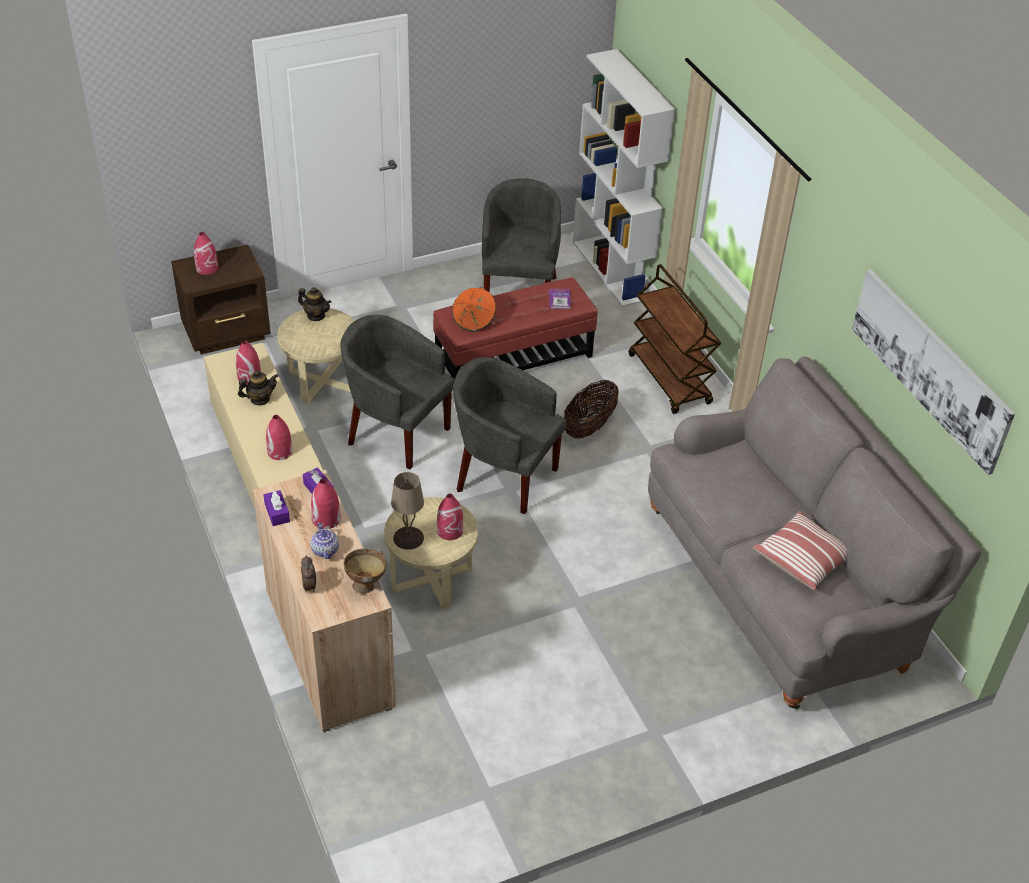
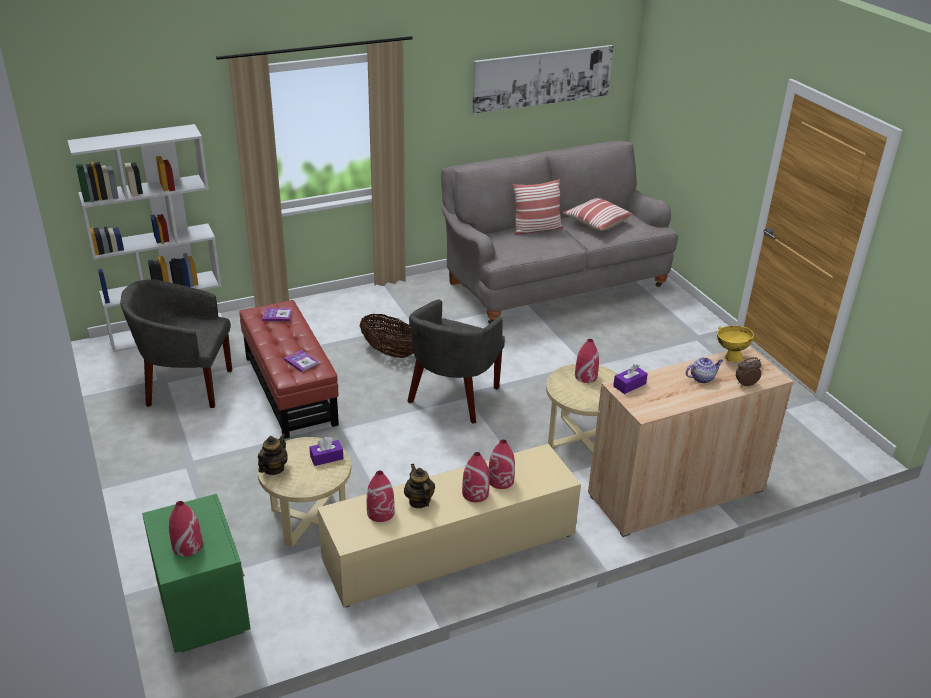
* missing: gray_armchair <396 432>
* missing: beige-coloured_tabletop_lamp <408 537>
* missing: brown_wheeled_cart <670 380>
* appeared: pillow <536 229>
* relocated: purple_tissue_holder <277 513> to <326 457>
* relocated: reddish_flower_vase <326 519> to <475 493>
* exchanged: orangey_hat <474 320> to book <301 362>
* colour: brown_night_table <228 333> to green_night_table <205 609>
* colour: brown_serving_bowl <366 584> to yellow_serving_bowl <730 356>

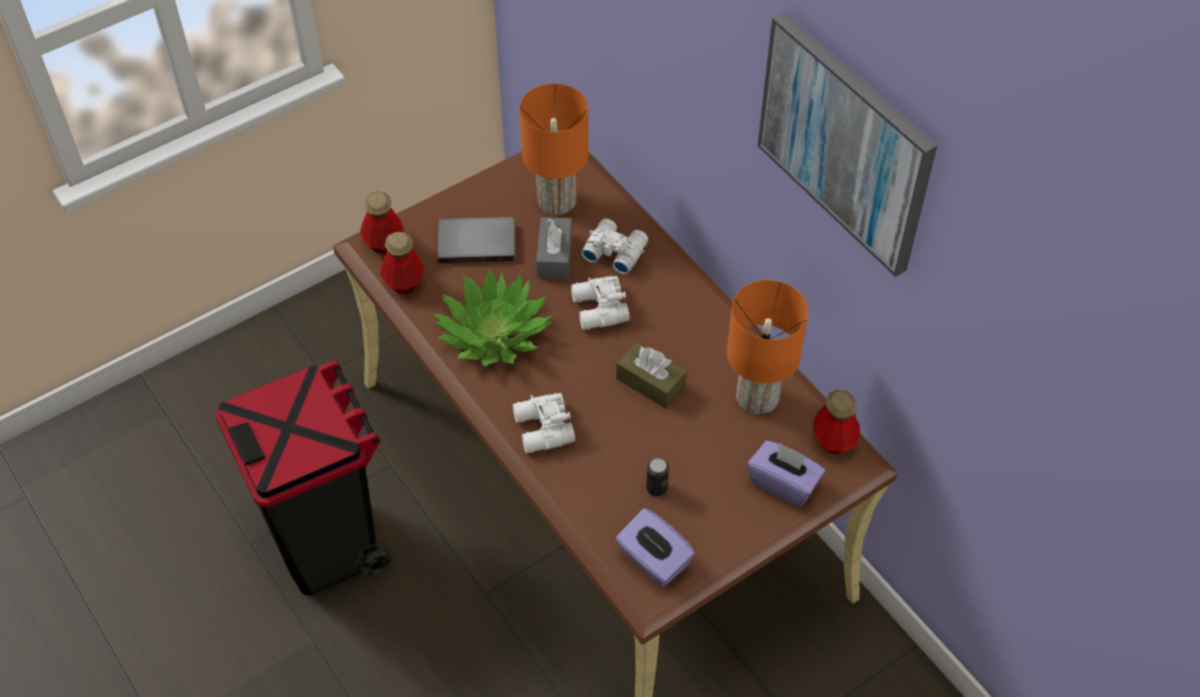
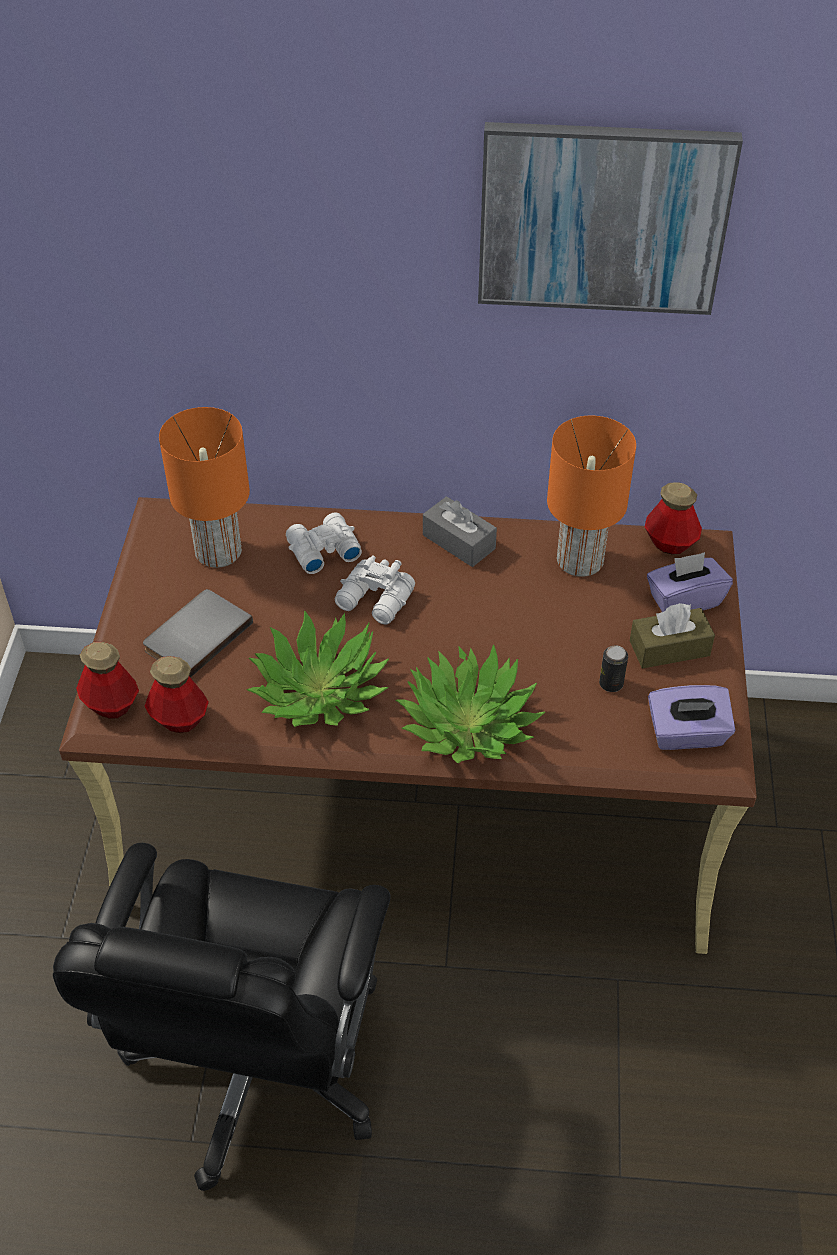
* relocated: gray_tissue_holder <554 256> to <459 542>
* relocated: brown_tissue_holder <650 383> to <669 648>
* exchanged: blackish_trash_can <325 540> to blackish_computer_chair <256 1066>
* exchanged: white-coloured_pair_of_binoculars <542 430> to houseplant <468 723>

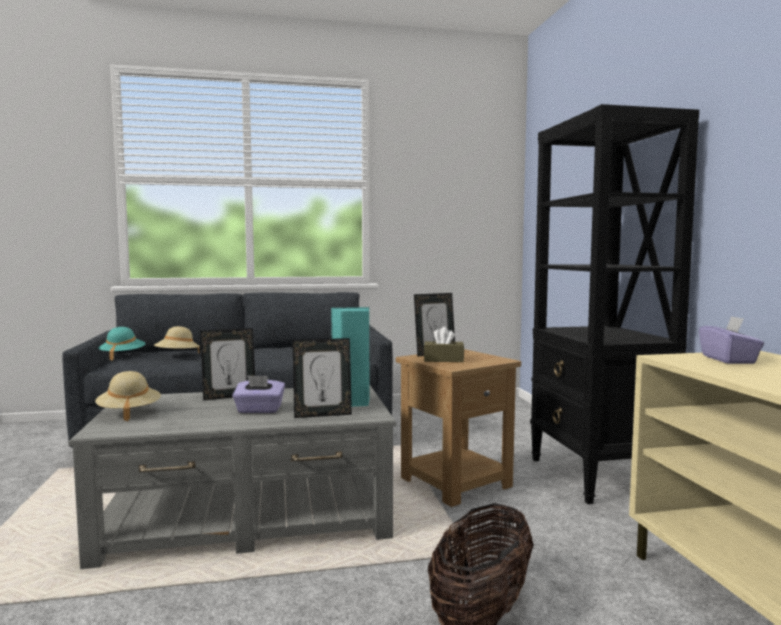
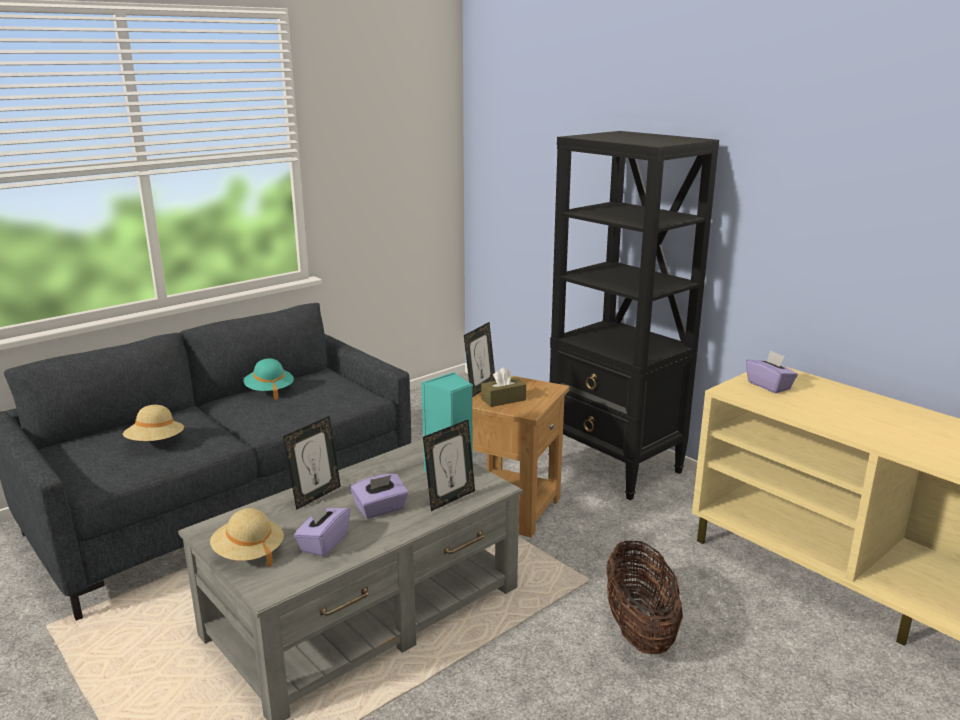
* appeared: purple_tissue_holder <323 543>
* relocated: turquoise-coloured_hat <122 356> to <269 391>

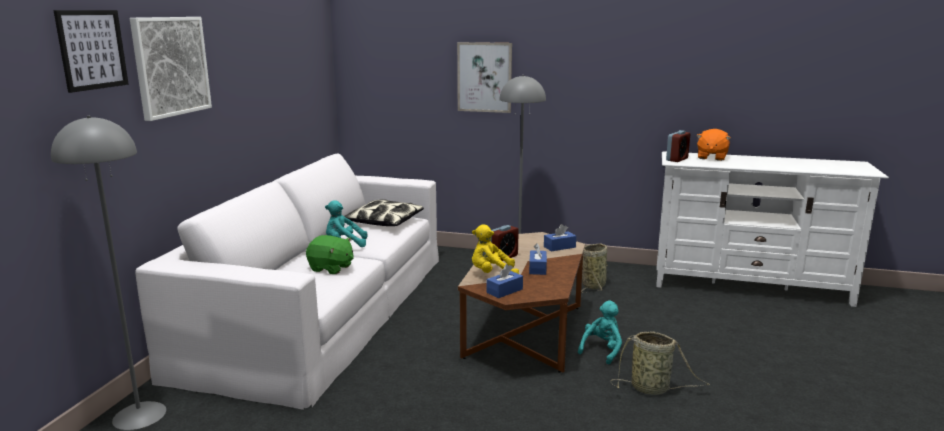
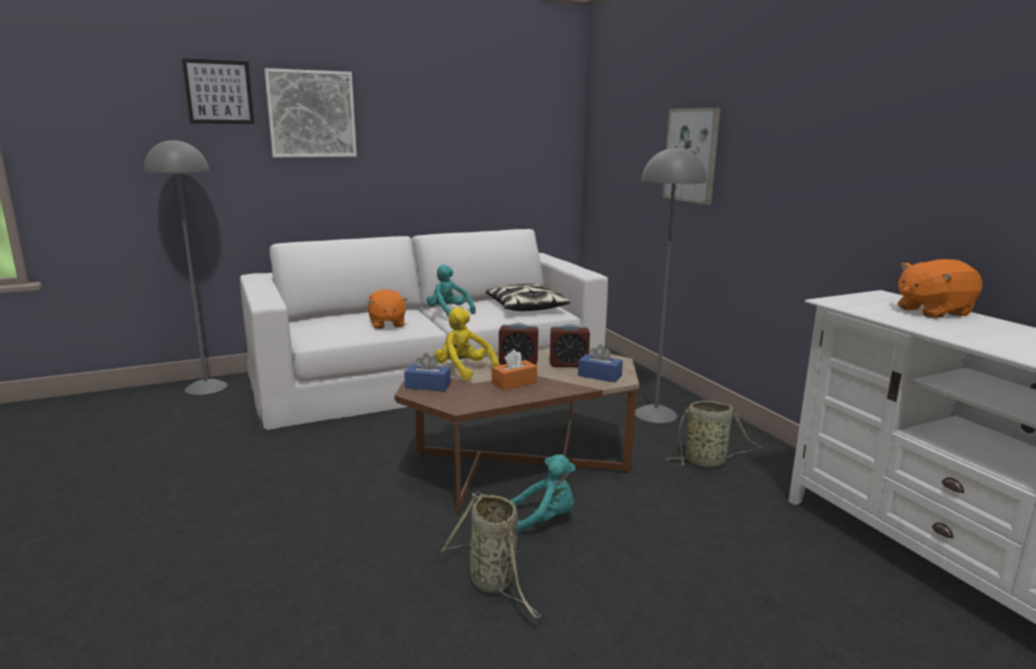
* relocated: alarm_clock <677 159> to <568 364>
* colour: green_cuddly_toy <331 268> to orangey_cuddly_toy <387 324>
* colour: blue_tissue_holder <537 268> to orangey_tissue_holder <514 383>

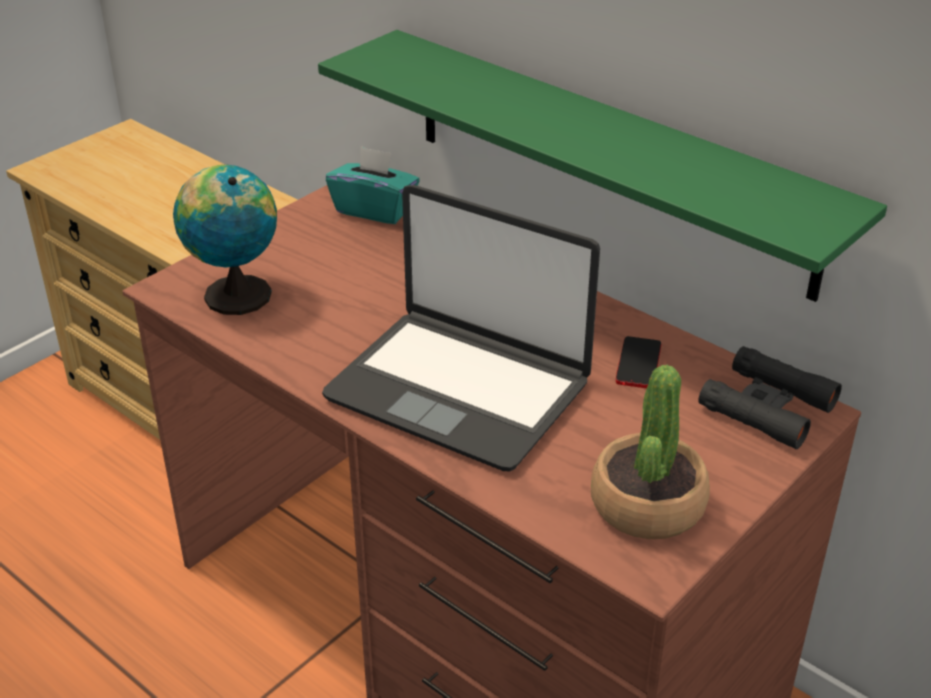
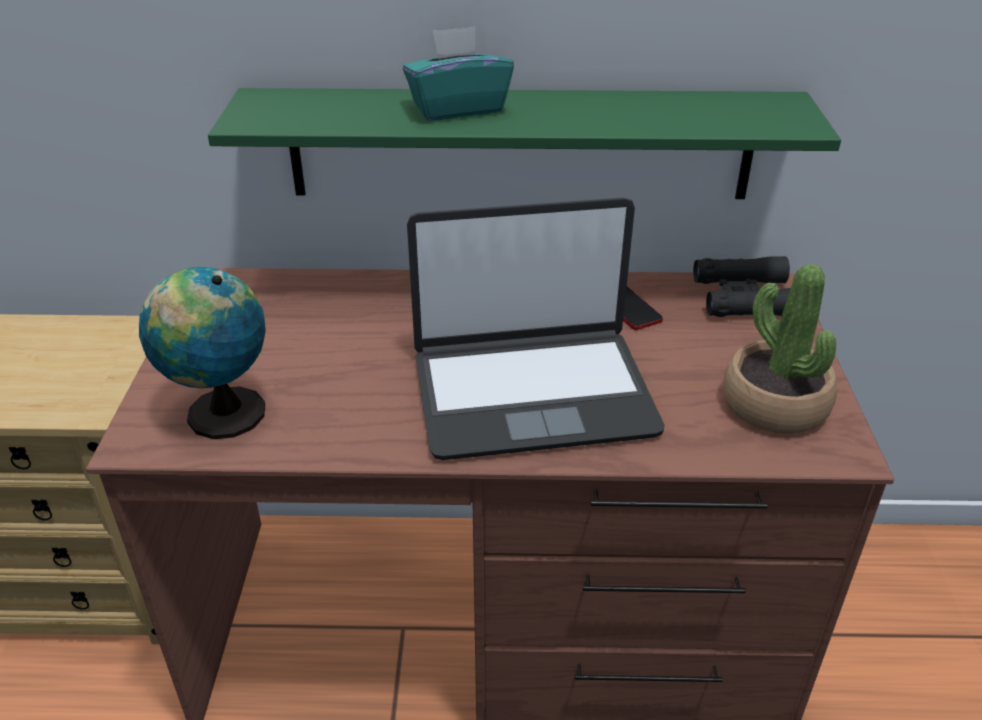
* relocated: turquoise-coloured_tissue_holder <374 209> to <458 108>

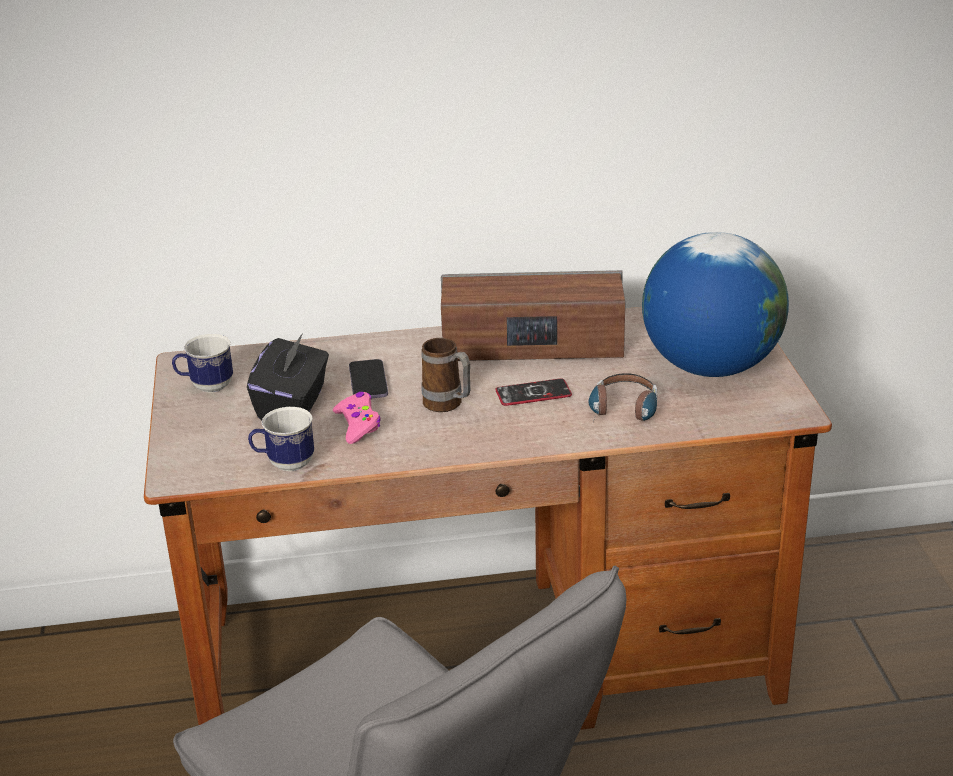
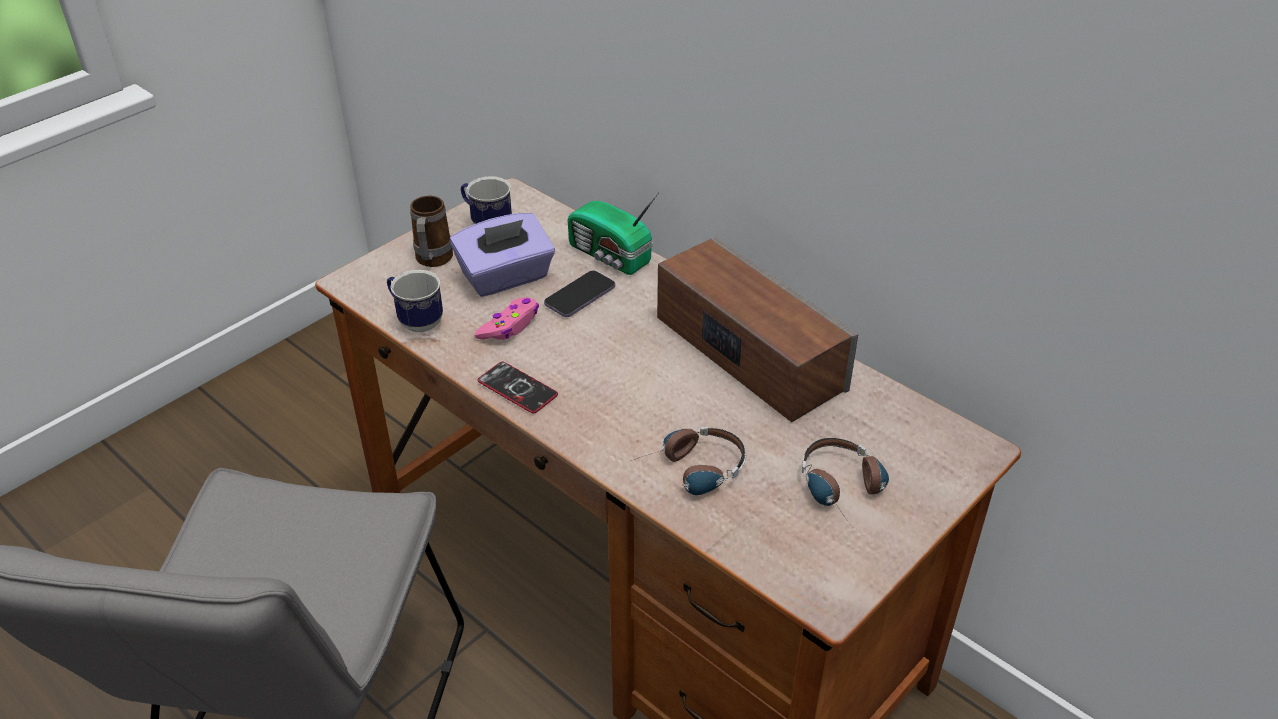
* appeared: radio_receiver <610 256>
* relocated: coffee_mug <448 406> to <432 262>
* relocated: handset <533 394> to <517 388>
* exchanged: world_globe <710 367> to headset <845 491>
* colour: blackish_tissue_holder <293 404> to purple_tissue_holder <506 277>

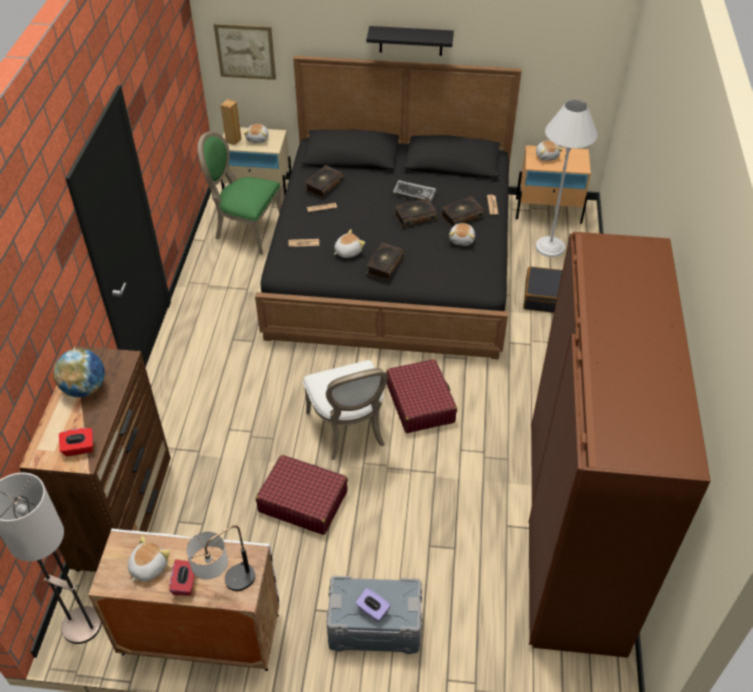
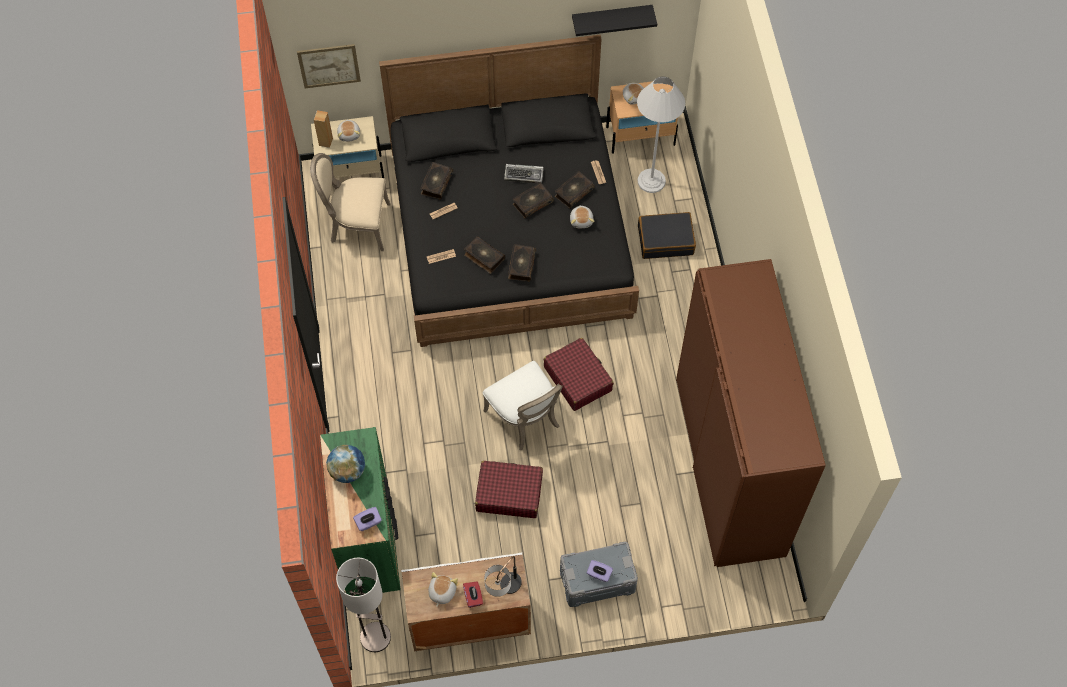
* relocated: blackish_wall_shelf <411 41> to <611 18>
* exchanged: cuddly_toy <347 251> to book <484 257>
* colour: brown_drawer_chest <125 515> to green_drawer_chest <369 542>
* colour: reddish_tissue_holder <79 448> to purple_tissue_holder <368 522>
* colour: green_upright_chair <246 230> to beige-coloured_upright_chair <357 225>

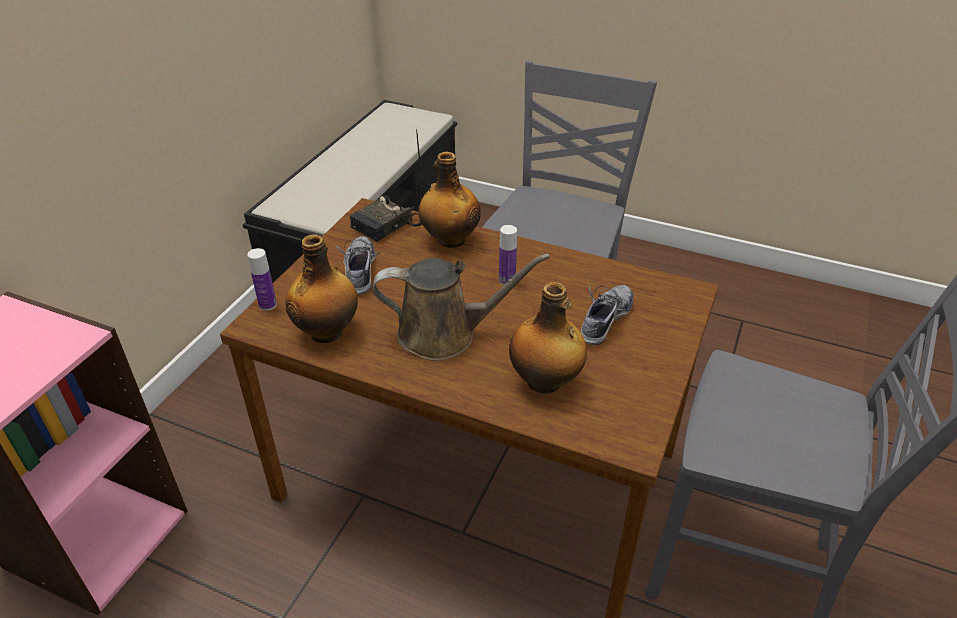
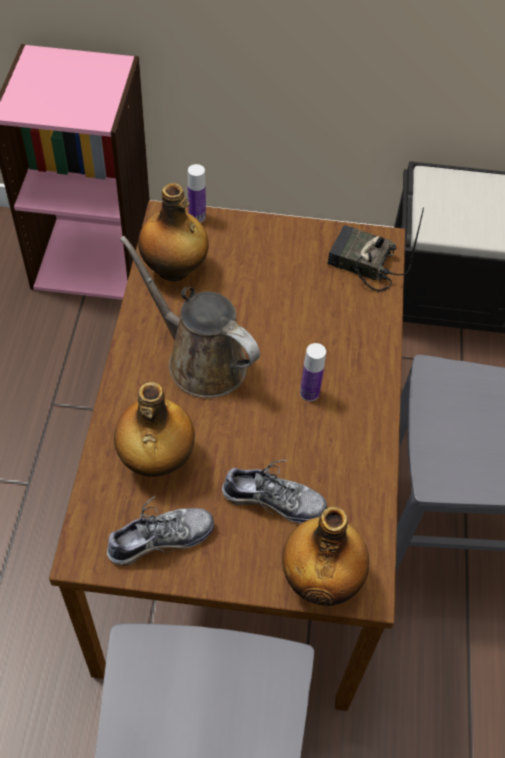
* relocated: shoe <360 271> to <160 539>
* relocated: beverage_bottle <450 240> to <321 579>
* spun: brown_watering_can <445 334> = <200 360> 150 degrees clockwise

